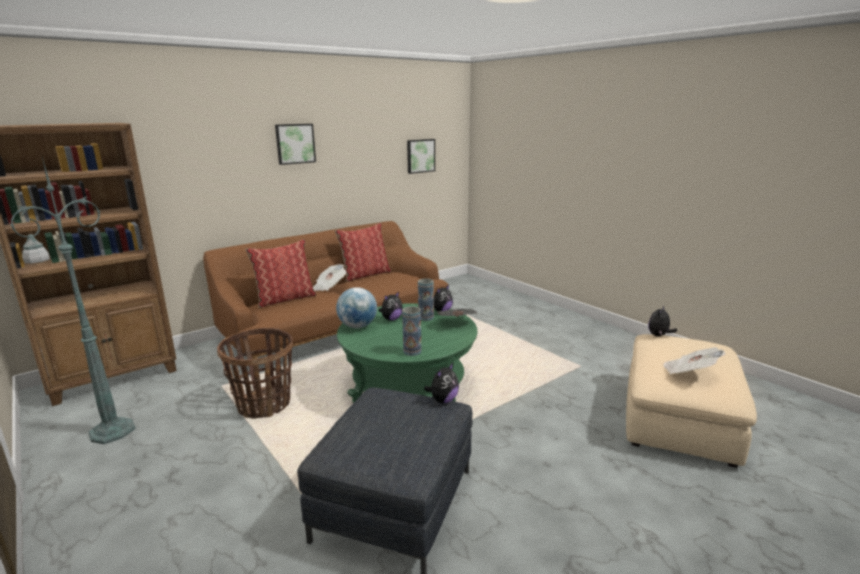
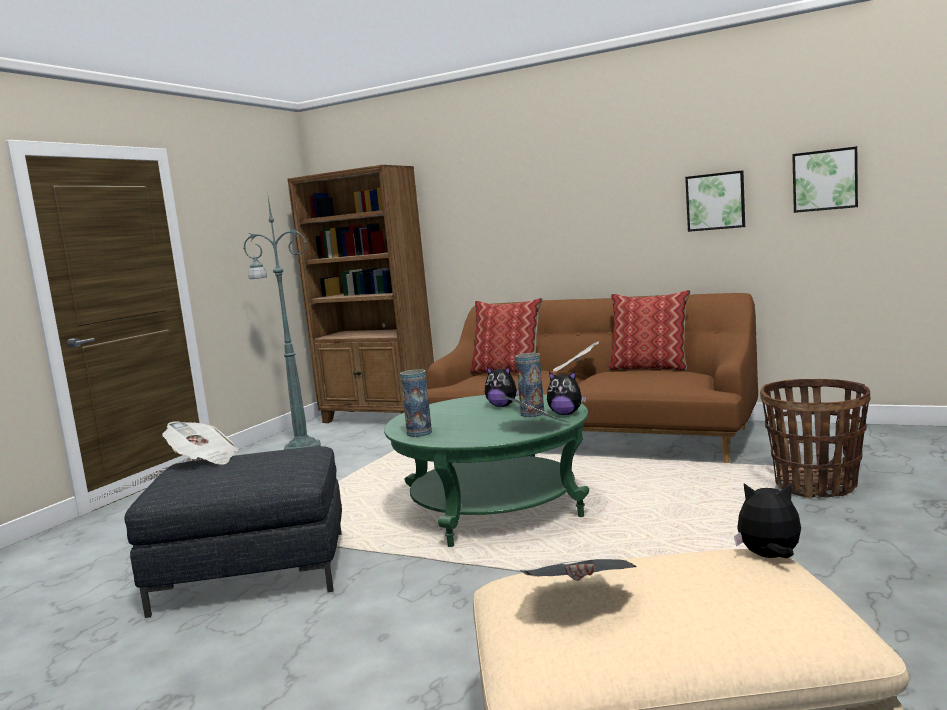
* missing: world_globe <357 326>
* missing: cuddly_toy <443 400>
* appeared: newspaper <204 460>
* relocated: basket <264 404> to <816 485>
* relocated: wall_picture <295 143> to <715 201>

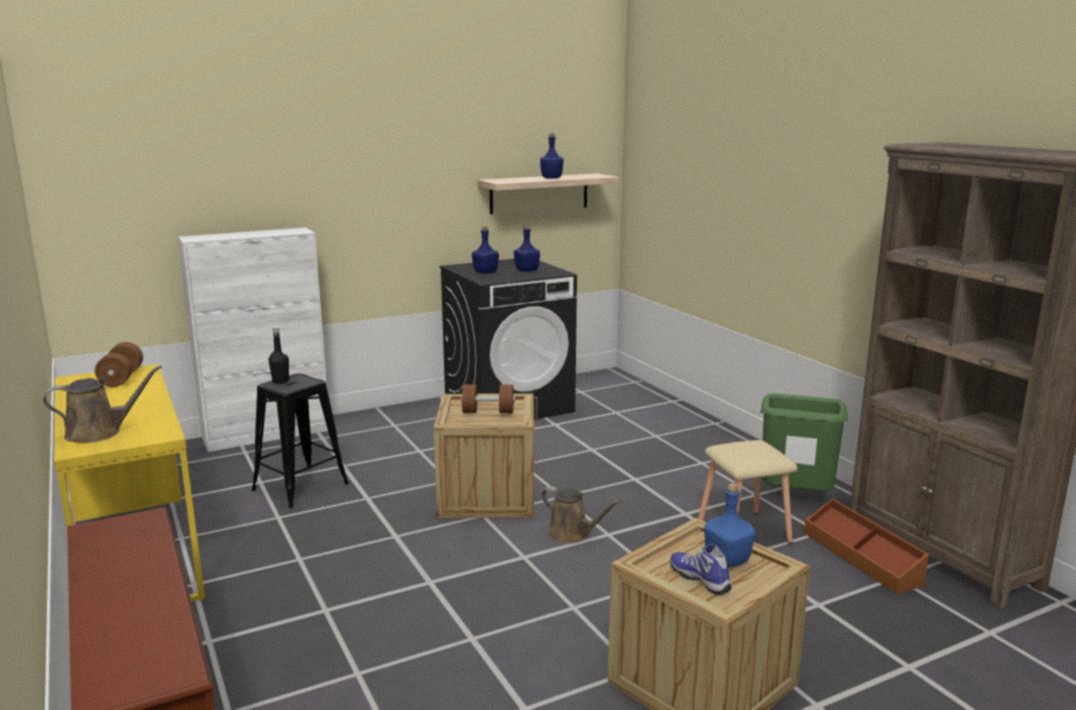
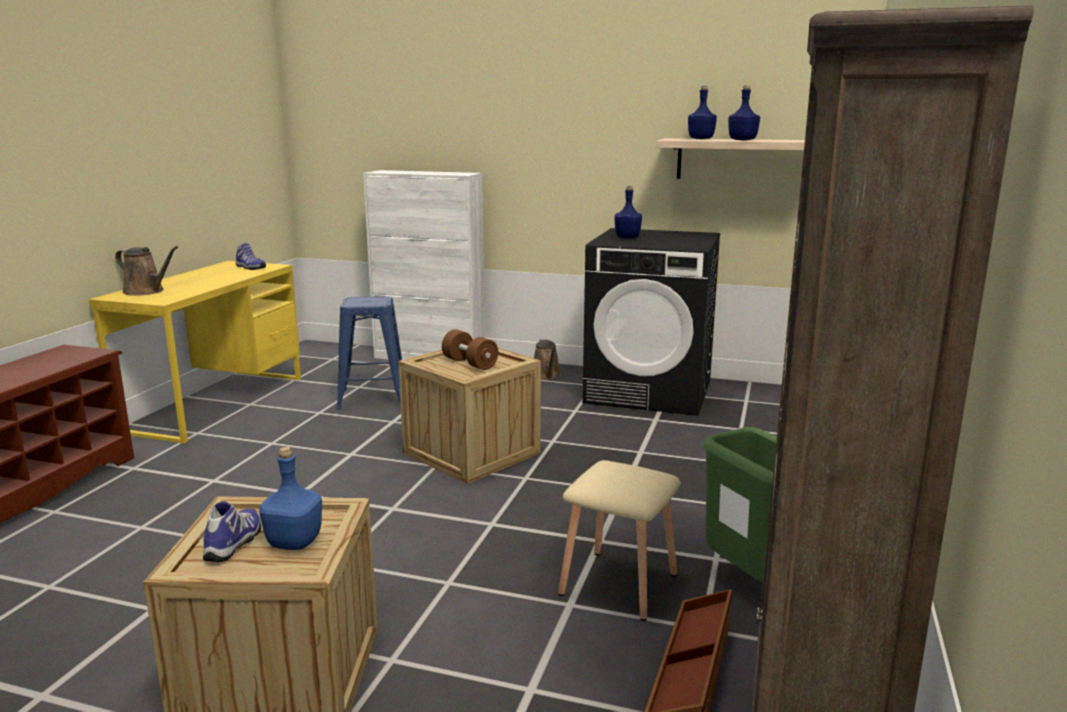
* missing: blackish_beverage_bottle <280 381>
* relocated: blue_beverage_bottle <527 270> to <701 139>
* relocated: brown_watering_can <572 534> to <546 376>
* exchanged: brown_hand_weight <121 378> to shoe <250 268>
* colour: blackish_stool <300 487> to blue_stool <372 398>

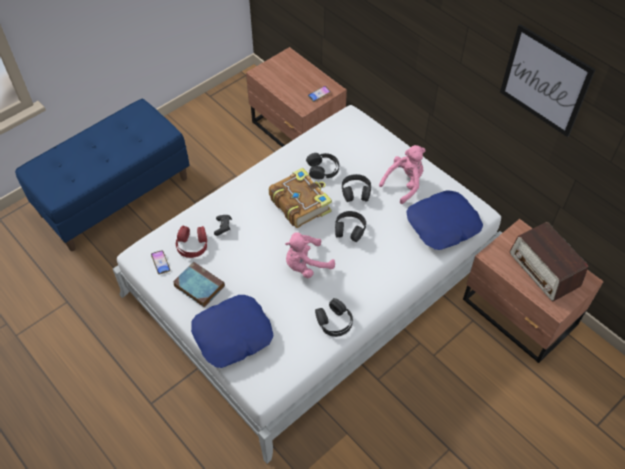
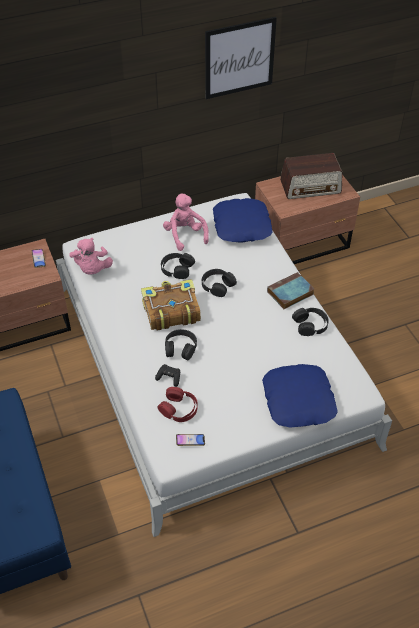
* relocated: book <198 286> to <289 293>
* relocated: pinkish_cuddly_toy <306 265> to <92 269>
* relocated: blackish_headset <323 169> to <180 348>

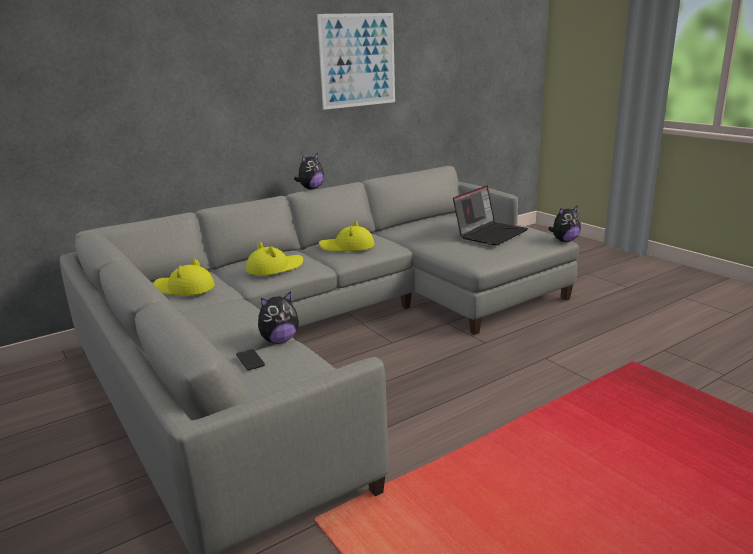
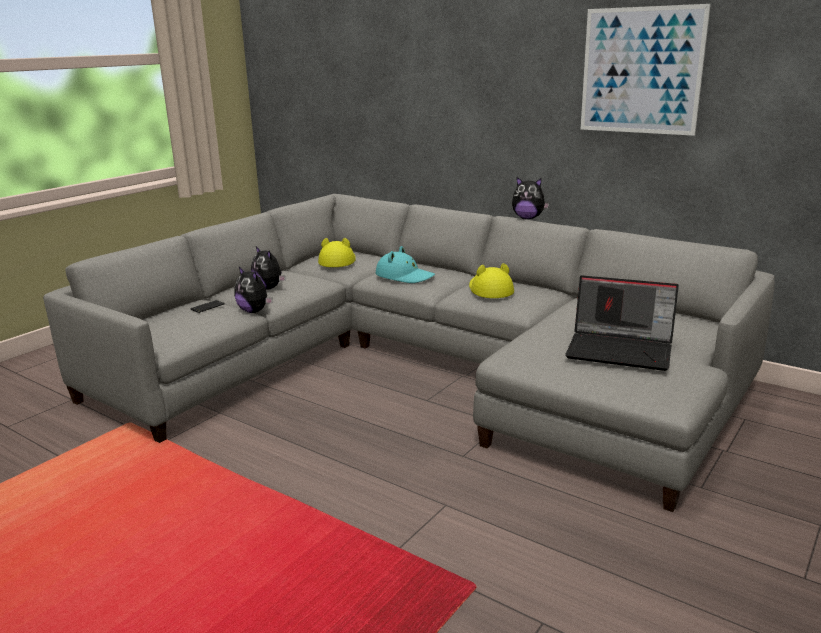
* relocated: cuddly_toy <564 241> to <269 288>
* colour: yellow_hat <274 268> to turquoise-coloured_hat <404 276>

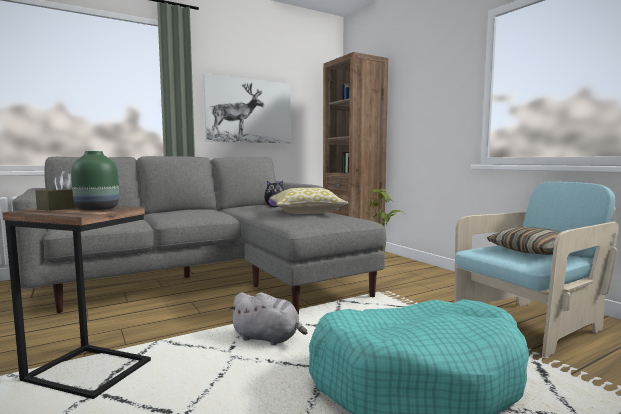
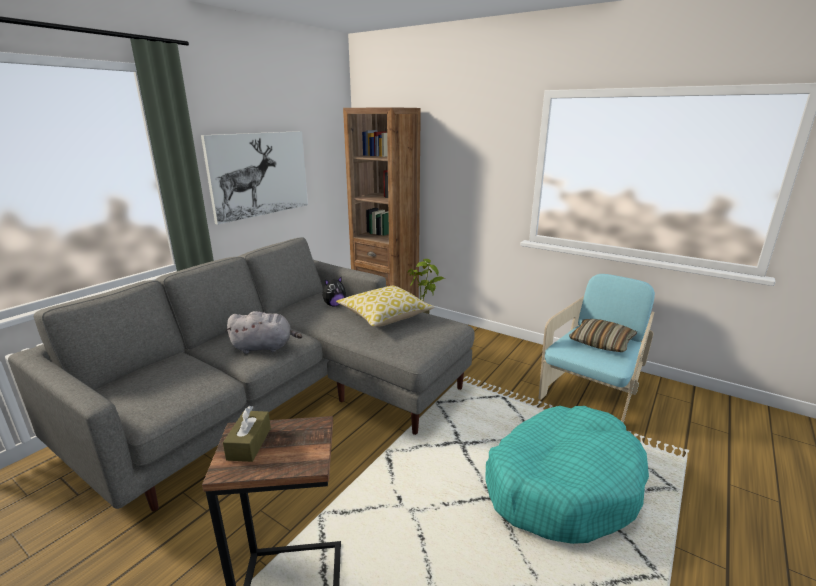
* missing: green_flower_vase <97 209>
* relocated: gray_cuddly_toy <268 338> to <265 347>

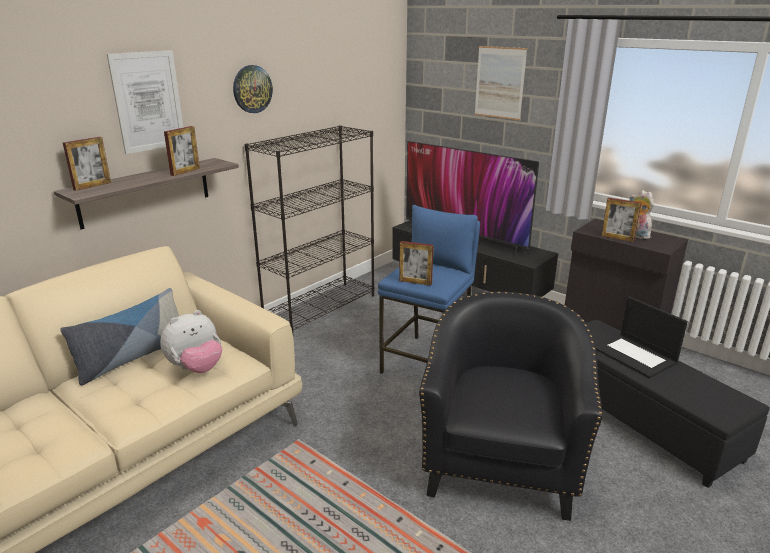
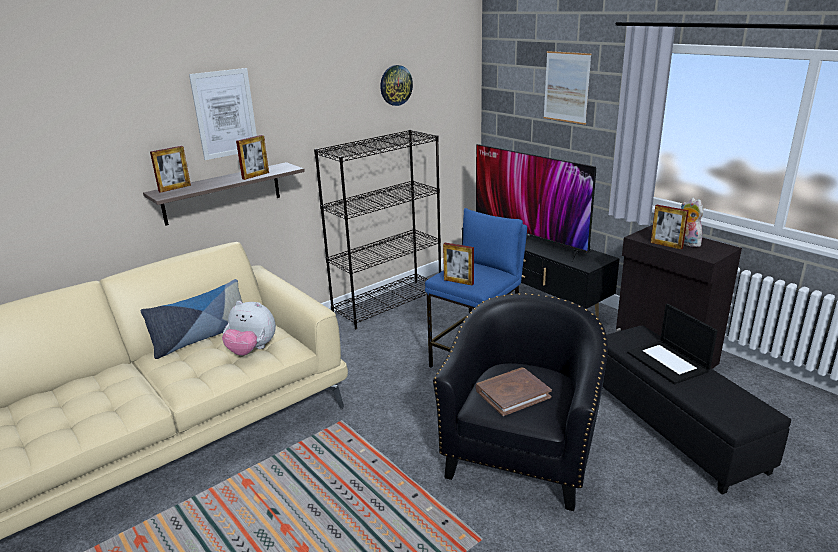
* appeared: brown_book <512 394>
* relocated: hanging_clock <252 89> to <395 85>
* spun: cuddly_toy <196 368> = <252 350> 45 degrees clockwise

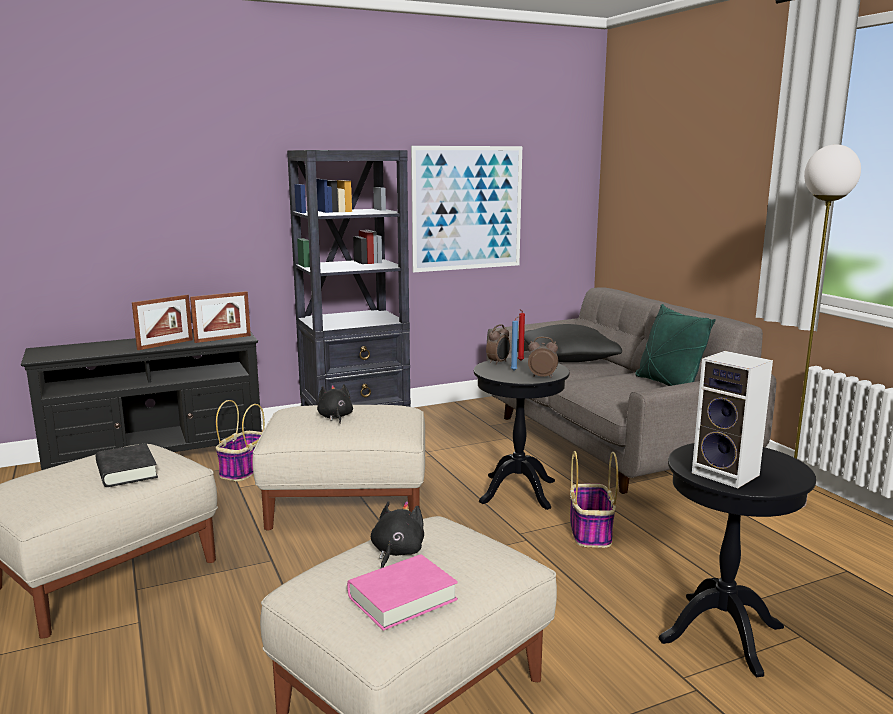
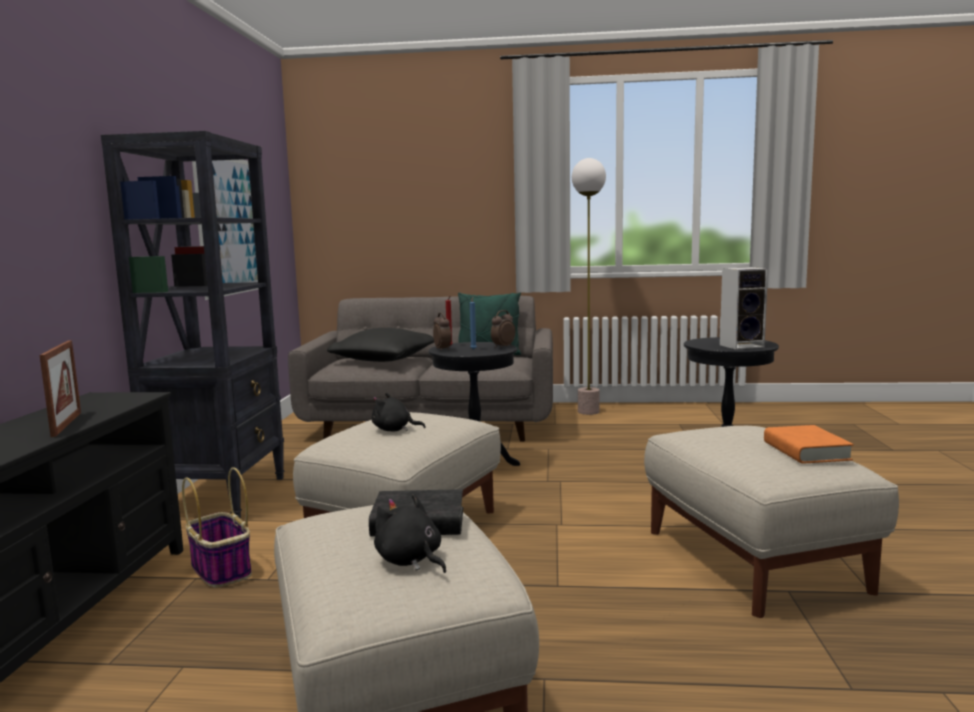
* missing: picture_frame <223 339>
* missing: basket <590 531>
* relocated: blackish_cuddly_toy <396 552> to <410 560>
* colour: pinkish_book <402 598> to orangey_book <806 451>

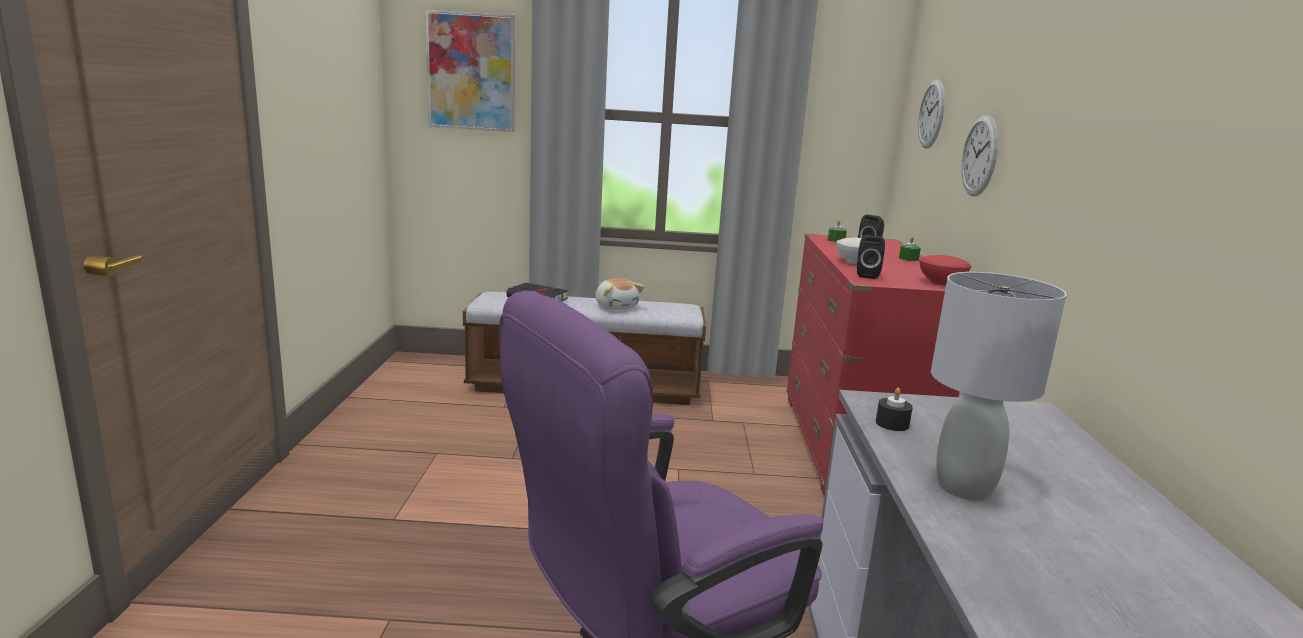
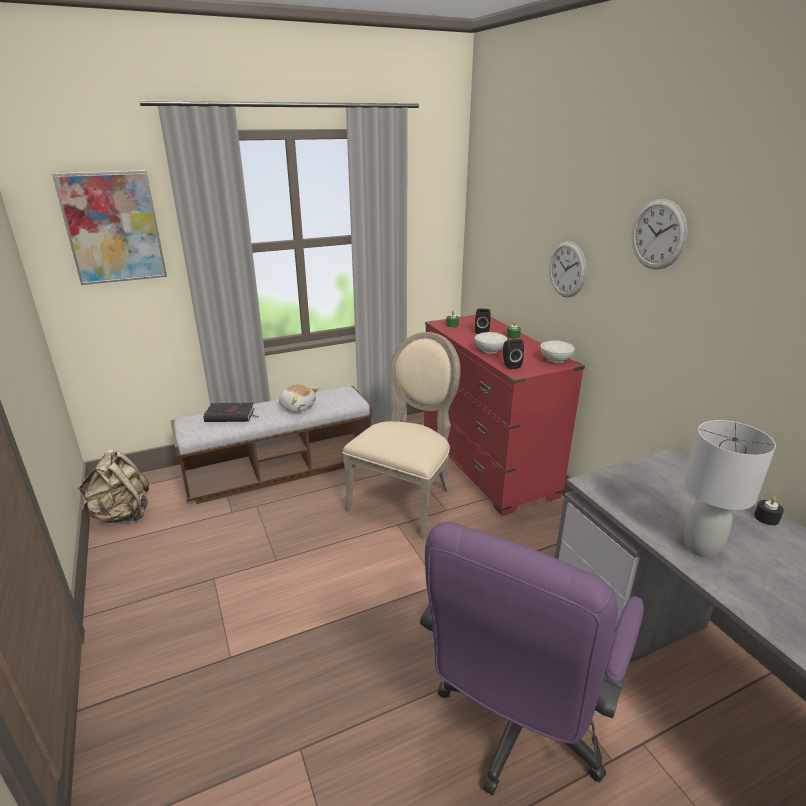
* appeared: beige-coloured_backpack <122 515>
* appeared: beige-coloured_upright_chair <406 499>
* relocated: blackish_candle <892 423> to <766 518>
* relocated: hanging_clock <931 114> to <658 234>
* colour: reddish_serving_bowl <941 282> to white-coloured_serving_bowl <555 360>

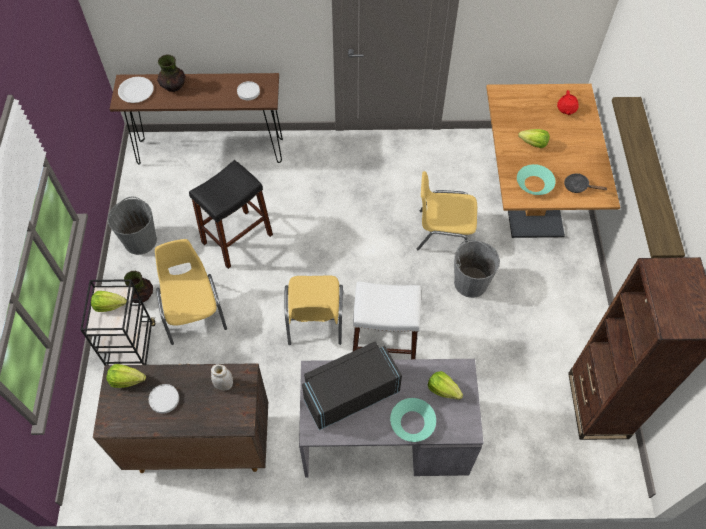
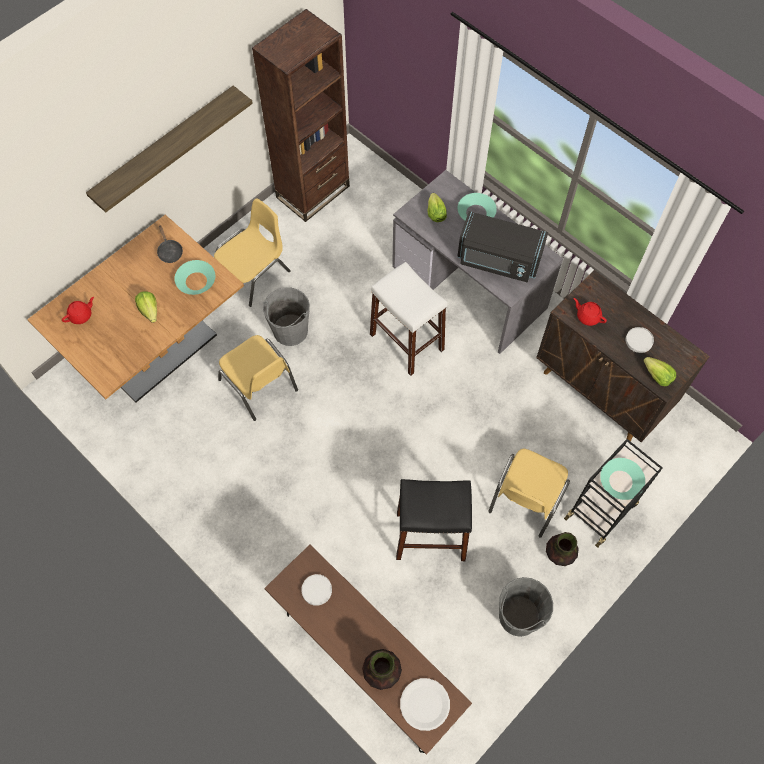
* relocated: yellow_upright_chair <314 319> to <254 273>
* exchanged: lettuce <109 305> to turquoise-coloured_serving_bowl <620 481>
* exchanged: white-coloured_storage_jar <224 384> to reddish_tea_pot <587 316>

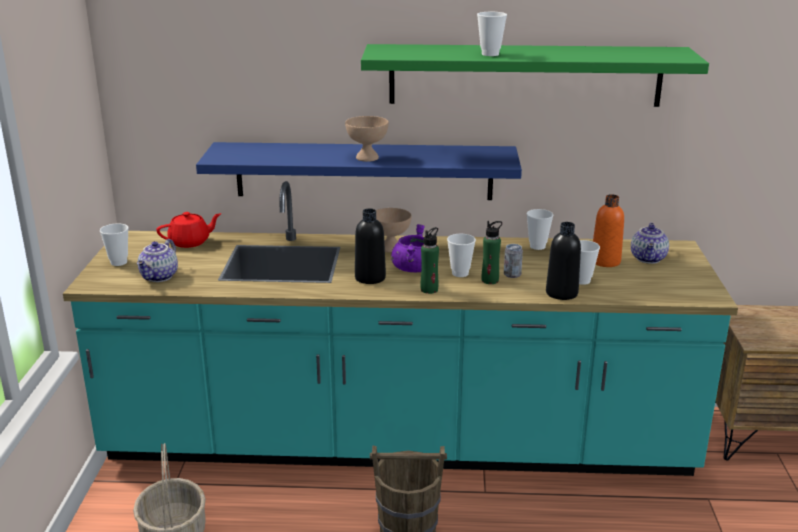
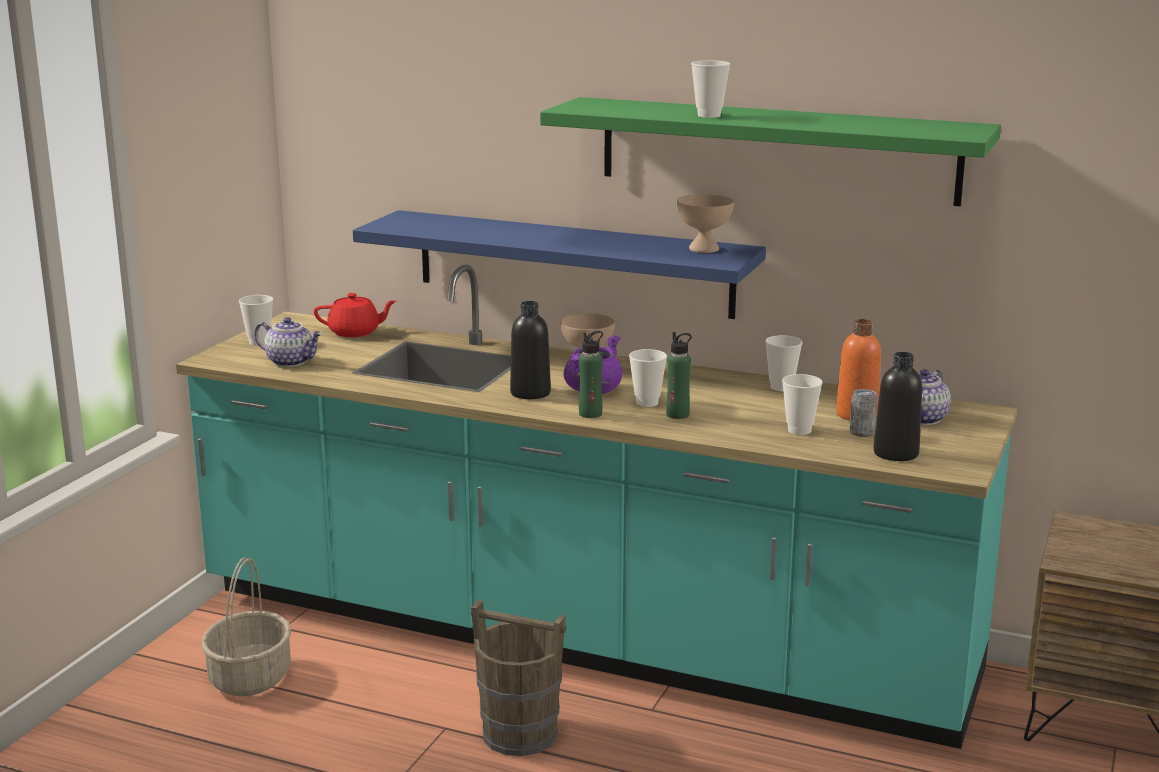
* relocated: beige-coloured_serving_bowl <367 158> to <704 249>
* relocated: metal_can <512 274> to <862 433>
* relocated: blackish_beverage_bottle <561 293> to <895 453>
* spun: tea_pot <160 277> = <291 362> 105 degrees counterclockwise

